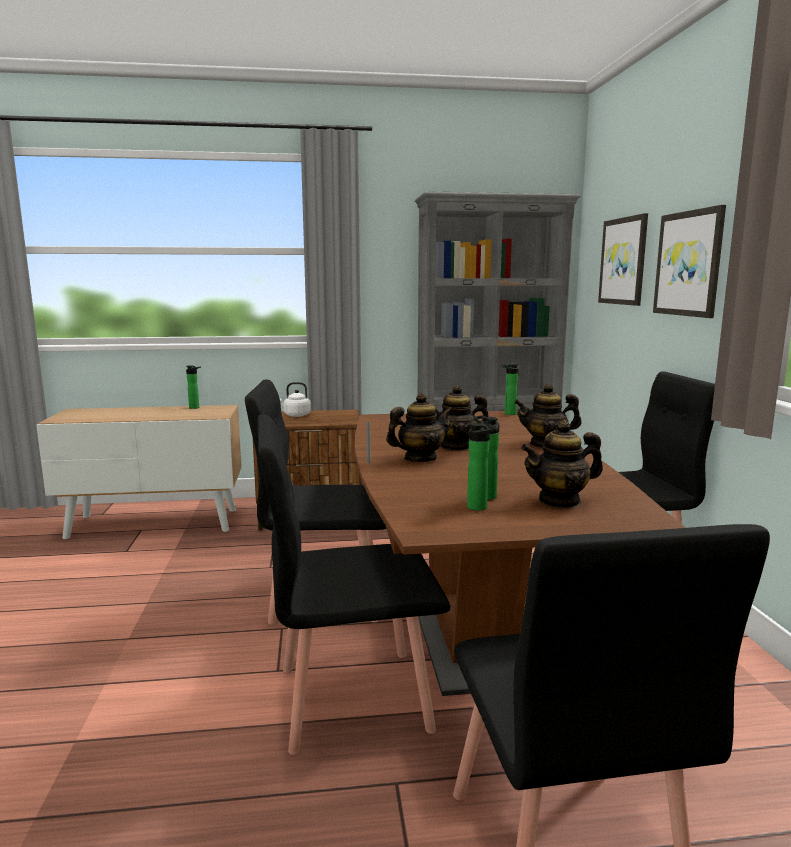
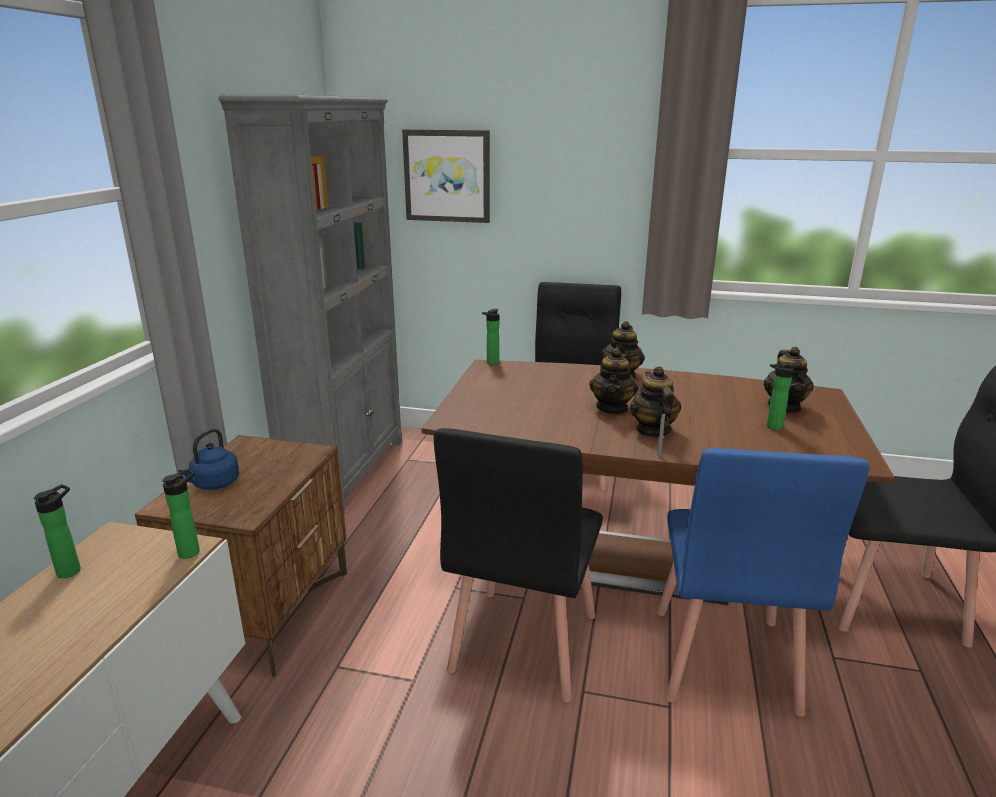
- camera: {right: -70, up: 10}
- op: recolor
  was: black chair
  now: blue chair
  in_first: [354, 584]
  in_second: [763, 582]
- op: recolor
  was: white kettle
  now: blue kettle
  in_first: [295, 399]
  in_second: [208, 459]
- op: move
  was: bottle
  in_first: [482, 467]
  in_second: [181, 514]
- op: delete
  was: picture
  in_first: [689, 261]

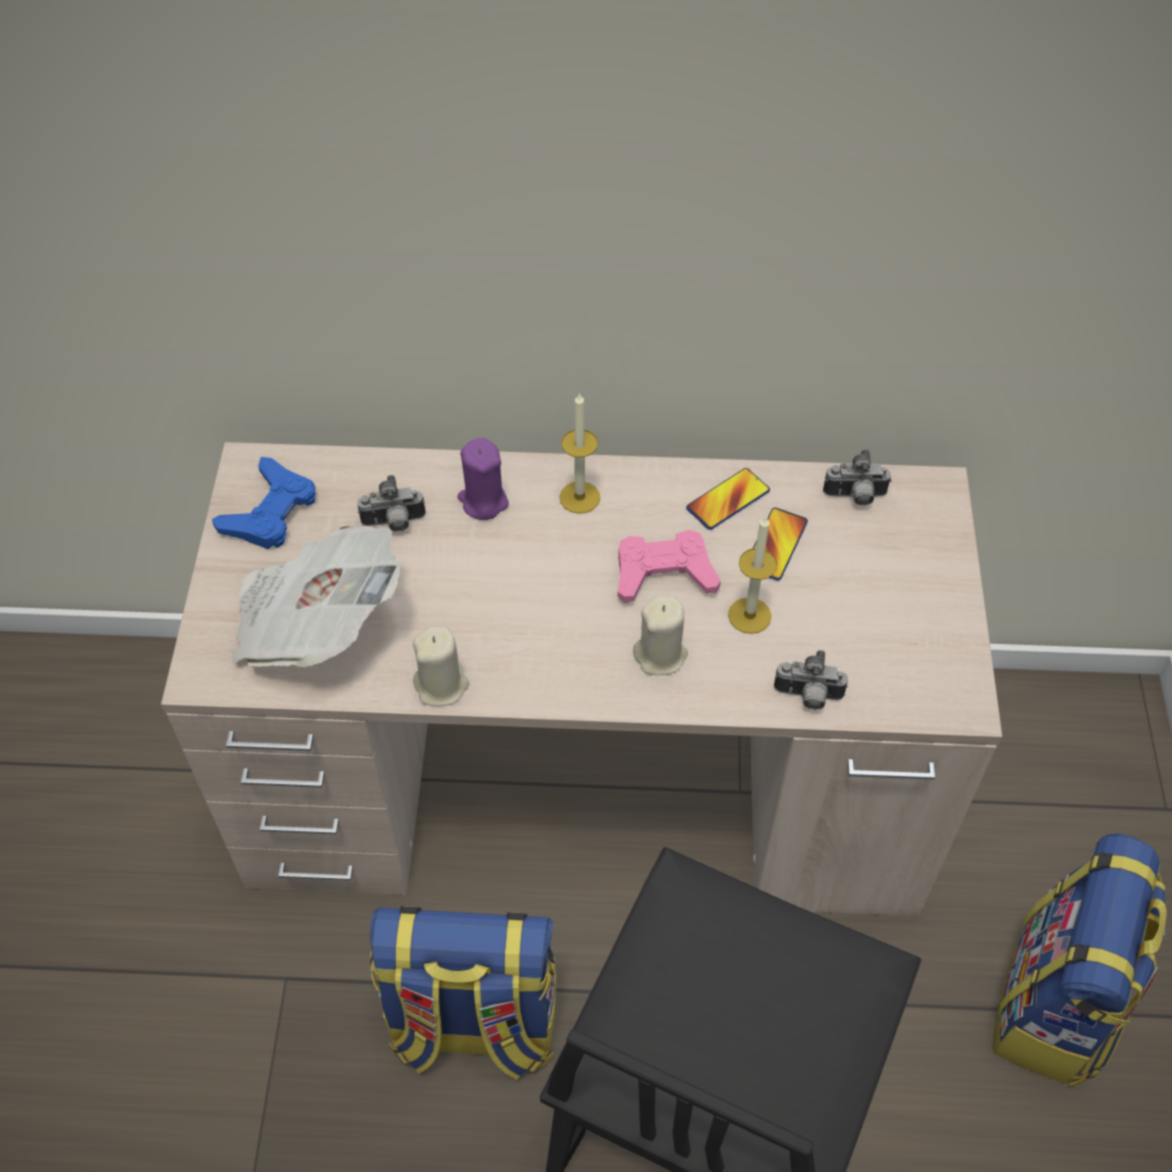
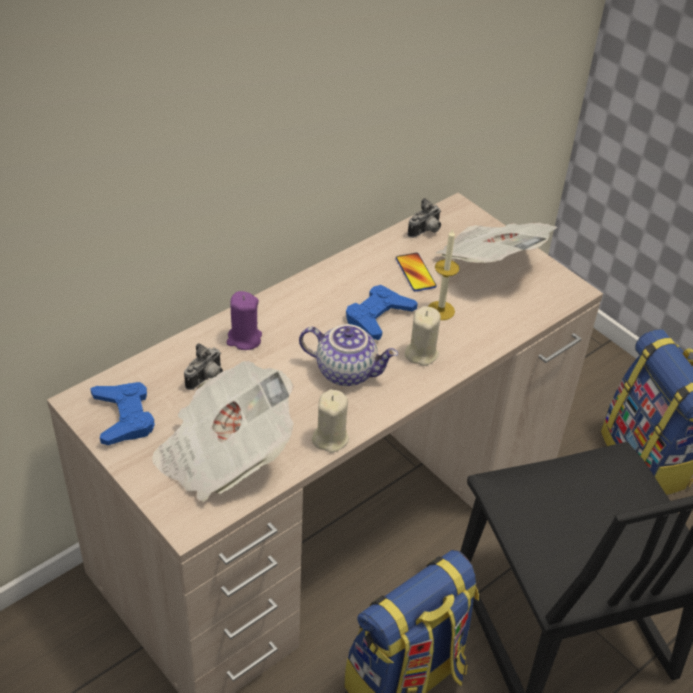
- camera: {right: -45, up: -10}
- op: delete
  was: candle
  in_first: [580, 453]
- op: recolor
  was: pink game controller
  now: blue game controller
  in_first: [669, 566]
  in_second: [382, 312]
- op: delete
  was: phone
  in_first: [728, 499]
- op: delete
  was: photo camera
  in_first: [811, 680]
- op: insert
  now: teapot
  in_second: [348, 355]
- op: insert
  now: newspaper
  in_second: [496, 242]

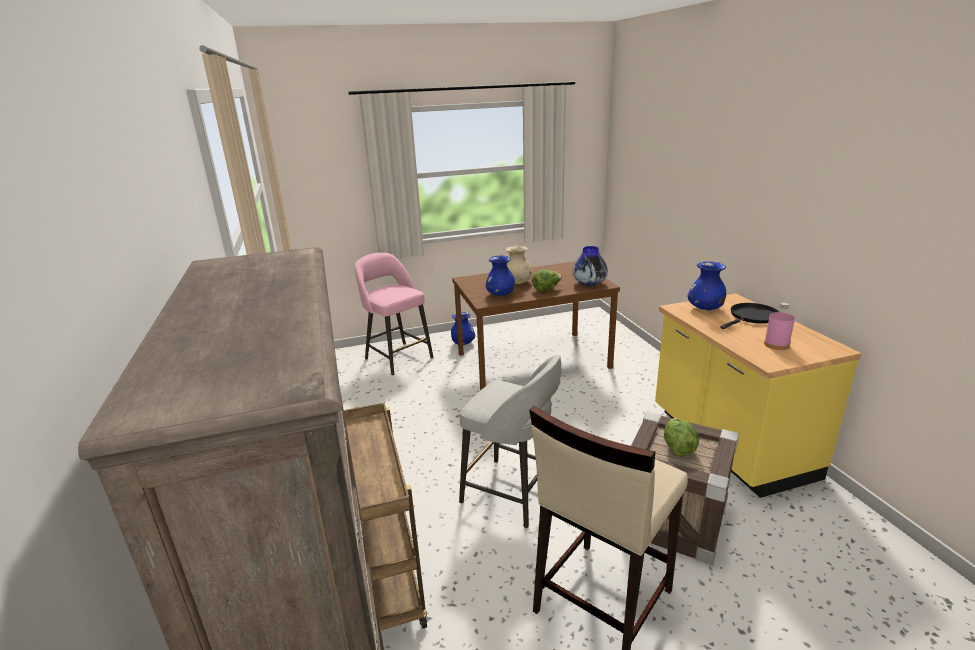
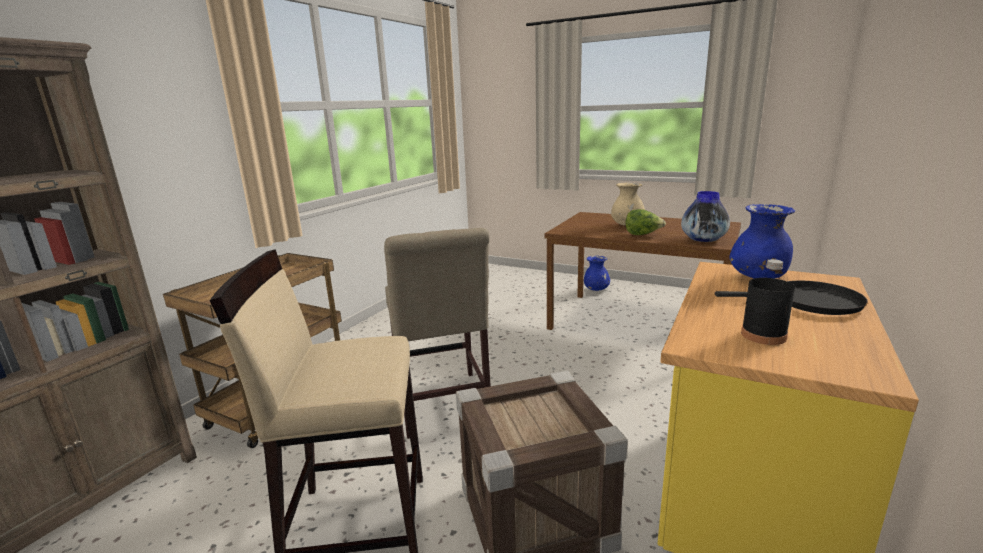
- camera: {right: 45, up: -5}
- op: delete
  was: pink stool
  in_first: [394, 314]
- op: replace
  was: grey stool
  now: beige chair
  in_first: [510, 441]
  in_second: [437, 333]
- op: delete
  was: blue vase
  in_first: [500, 275]
- op: delete
  was: lettuce
  in_first: [681, 437]
- op: recolor
  was: pink bottle
  now: black bottle
  in_first: [779, 326]
  in_second: [768, 302]

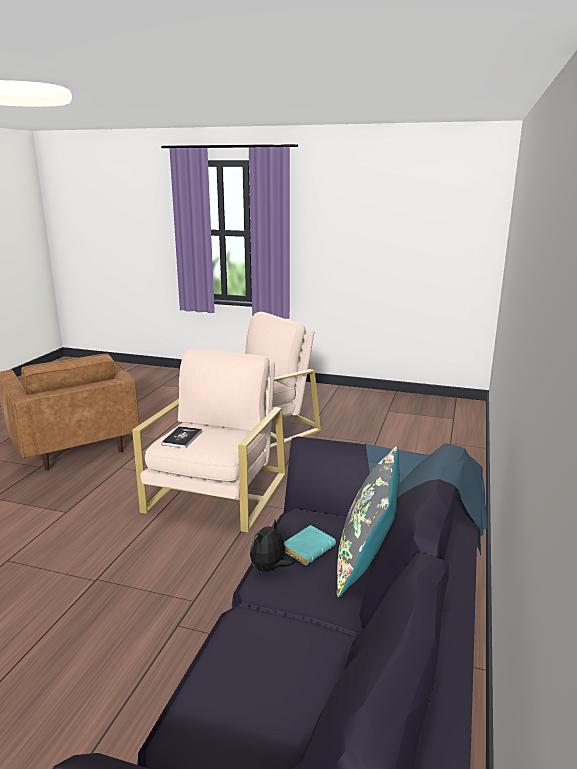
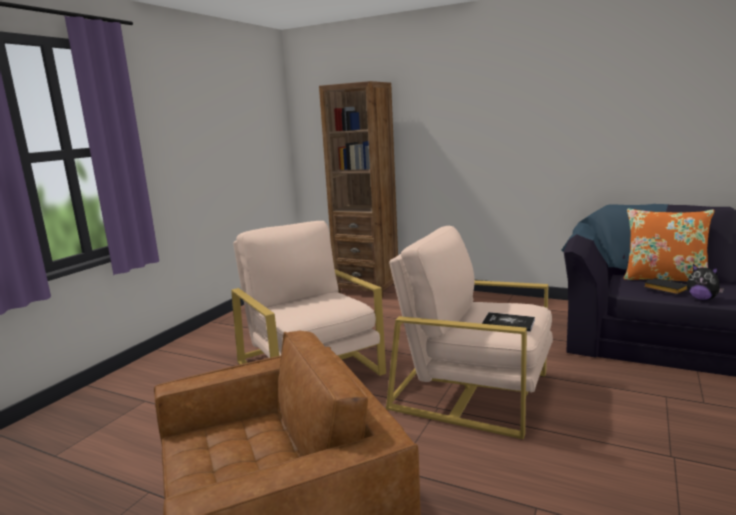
- camera: {right: -80, up: -5}
- op: recolor
  was: turquoise book
  now: black book
  in_first: [310, 545]
  in_second: [665, 286]
- op: recolor
  was: grey pillow
  now: orange pillow
  in_first: [368, 521]
  in_second: [669, 245]
- op: insert
  now: brown bookcase
  in_second: [358, 189]

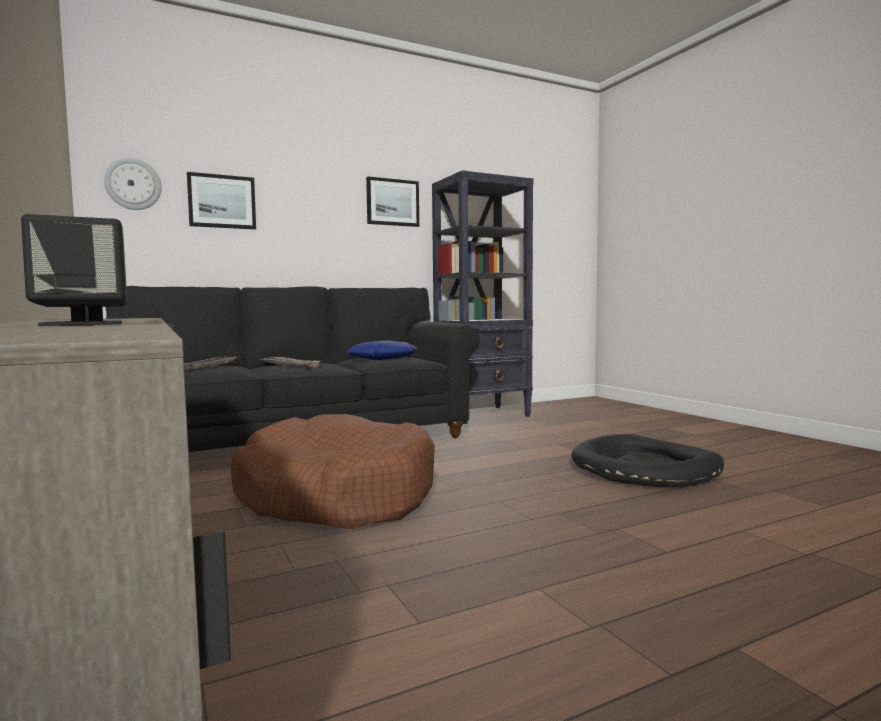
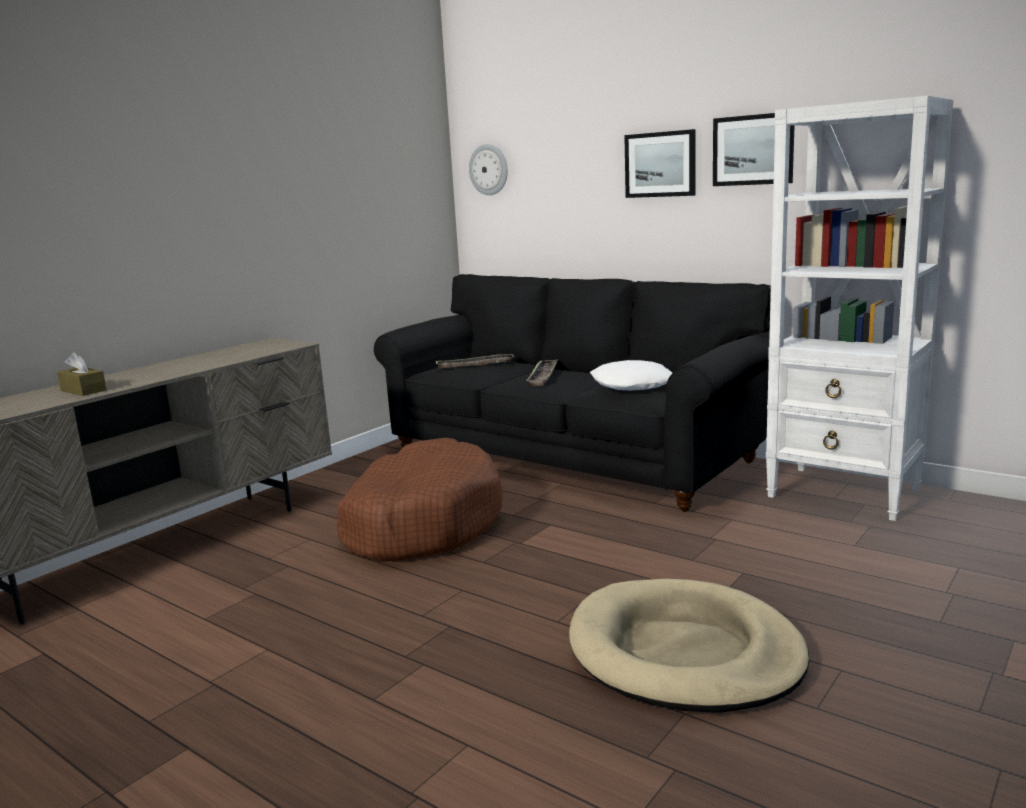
- camera: {right: 65, up: 10}
- op: replace
  was: black speaker
  now: brown tissue box
  in_first: [74, 270]
  in_second: [82, 374]
- op: move
  was: picture
  in_first: [221, 200]
  in_second: [660, 163]
- op: recolor
  was: blue pillow
  now: white pillow
  in_first: [382, 350]
  in_second: [631, 375]
- op: recolor
  was: black bookcase
  now: white bookcase
  in_first: [483, 297]
  in_second: [859, 308]
- op: recolor
  was: black dog bed
  now: beige dog bed
  in_first: [647, 460]
  in_second: [689, 646]

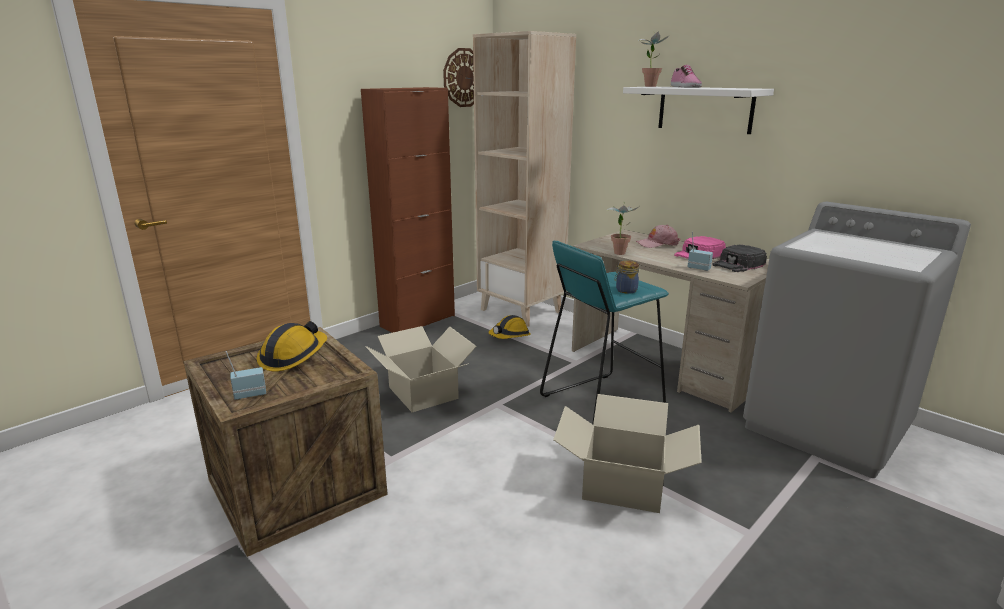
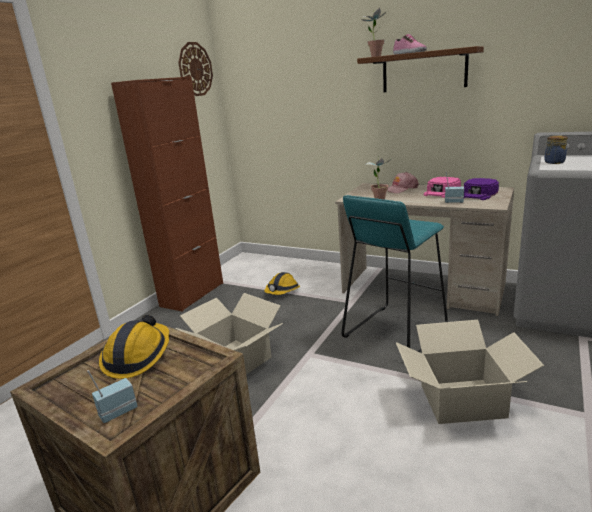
- camera: {right: -15, up: 0}
- op: delete
  was: beige bookcase
  in_first: [524, 179]
- op: move
  was: jar
  in_first: [626, 277]
  in_second: [556, 149]
- op: recolor
  was: white shelf
  now: brown shelf
  in_first: [698, 110]
  in_second: [420, 69]
- op: recolor
  was: black cap
  now: purple cap
  in_first: [739, 258]
  in_second: [481, 189]

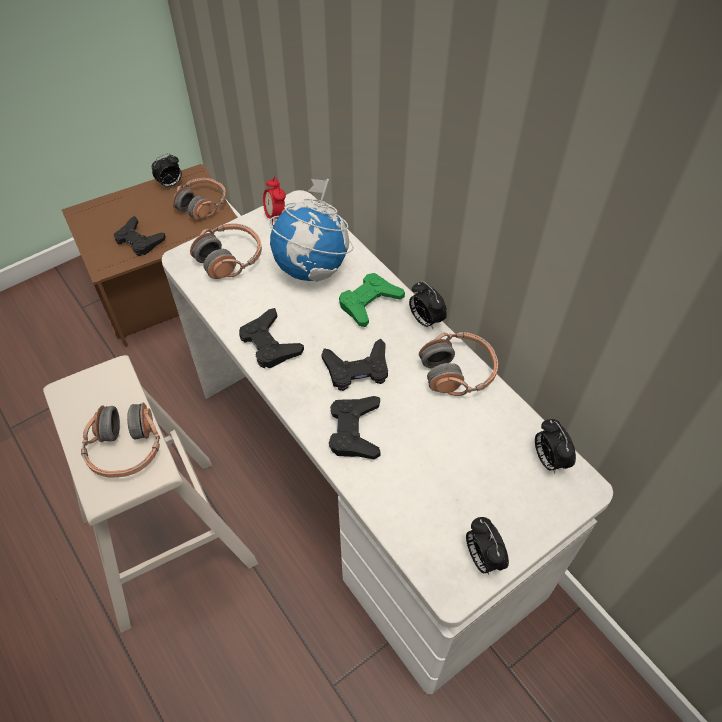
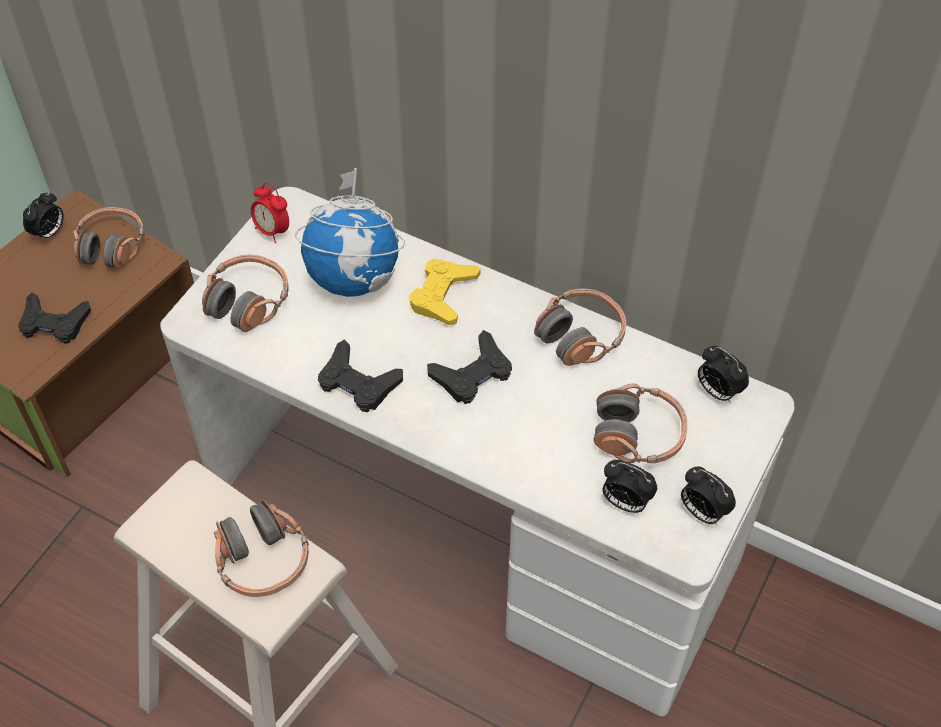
- camera: {right: -25, up: 0}
- op: delete
  was: black game controller
  in_first: [355, 427]
- op: recolor
  was: green game controller
  now: yellow game controller
  in_first: [372, 300]
  in_second: [445, 291]
- op: move
  was: alarm clock
  in_first: [428, 305]
  in_second: [630, 486]
- op: insert
  now: headphones
  in_second: [640, 423]

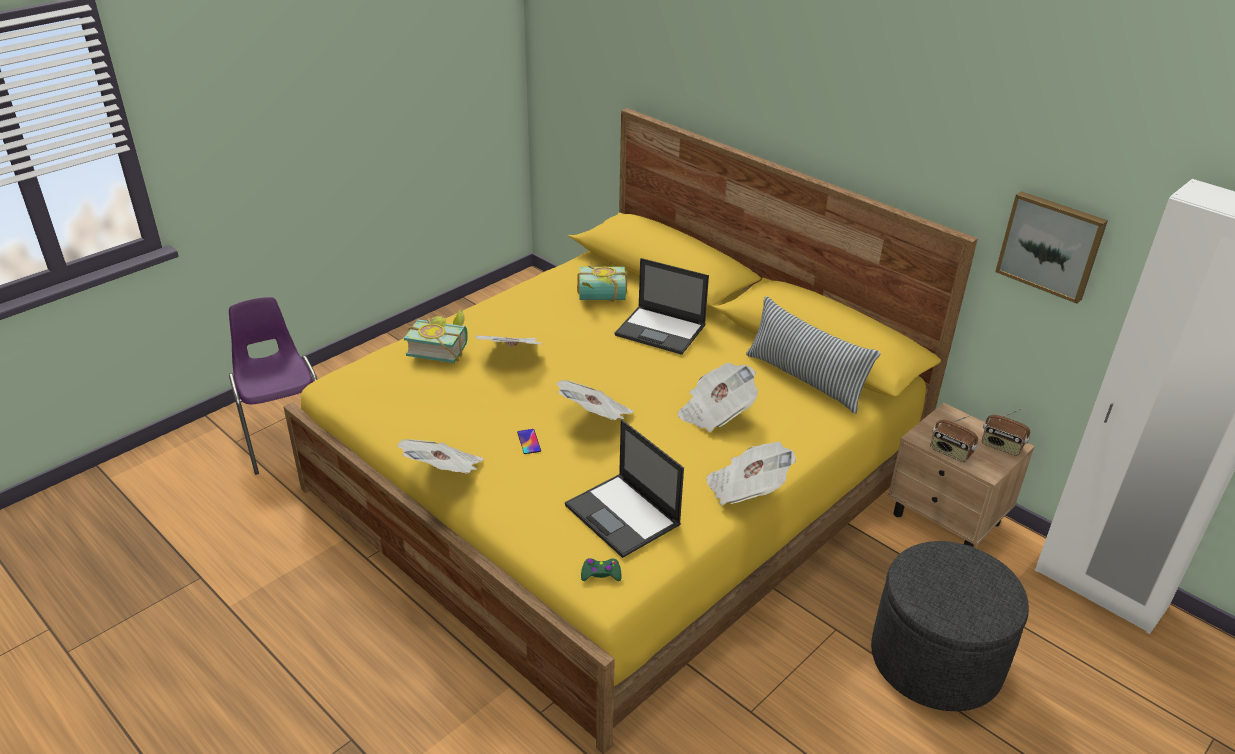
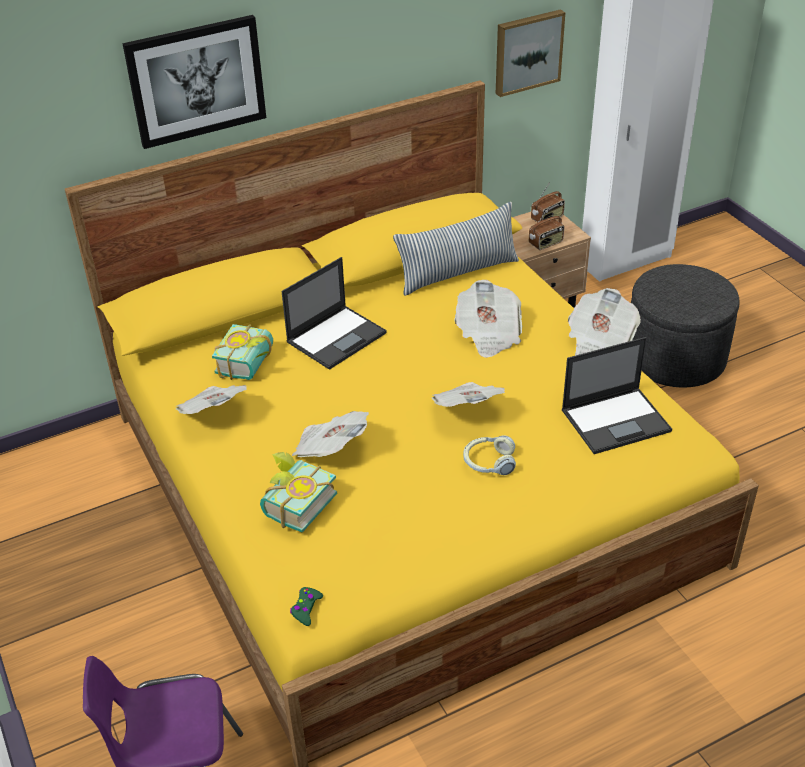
- camera: {right: -70, up: 5}
- op: move
  was: newspaper
  in_first: [440, 456]
  in_second: [211, 399]
- op: replace
  was: phone
  now: headphones
  in_first: [529, 441]
  in_second: [489, 455]
- op: move
  was: green game controller
  in_first: [601, 569]
  in_second: [306, 606]
- op: insert
  now: picture
  in_second: [194, 82]

